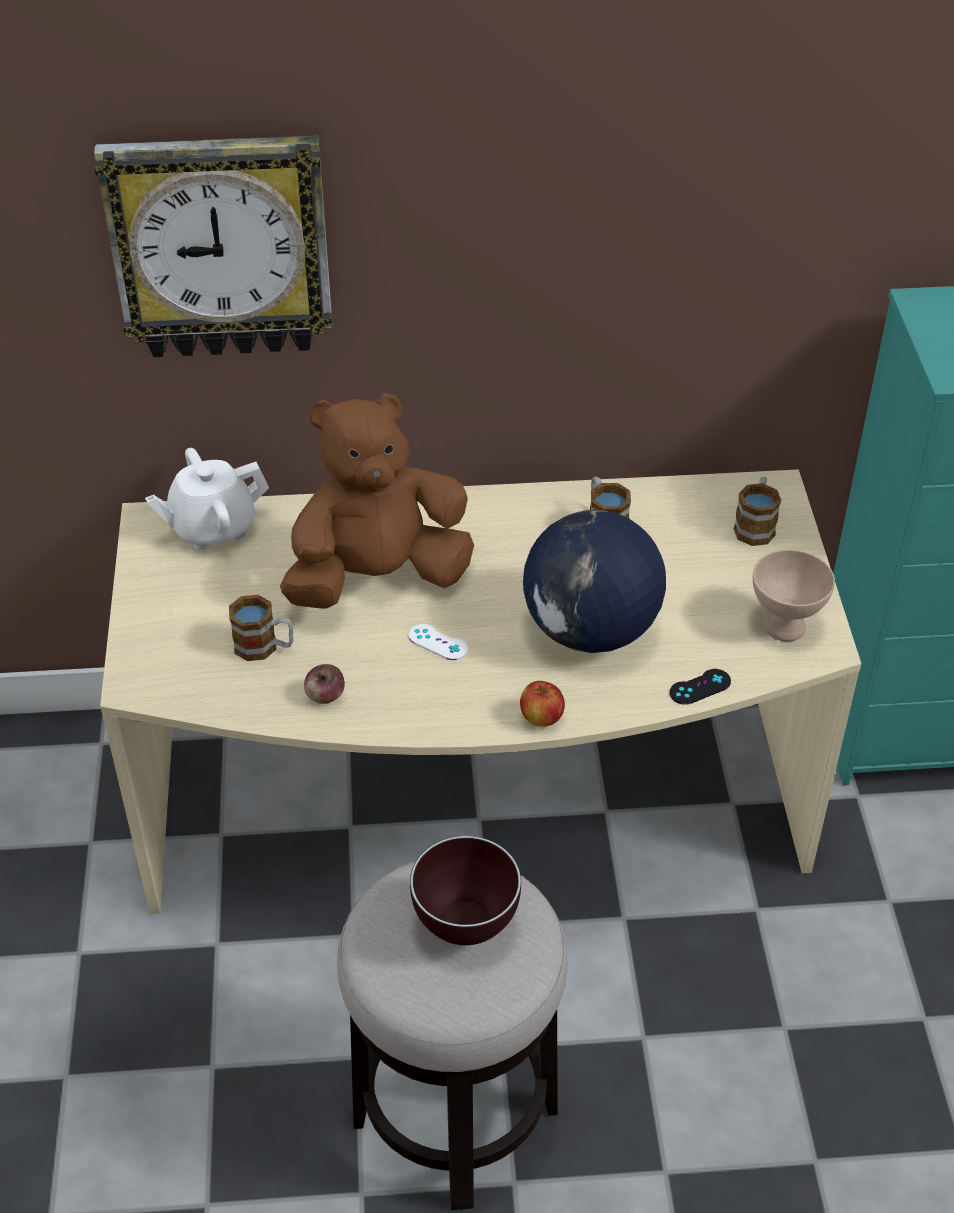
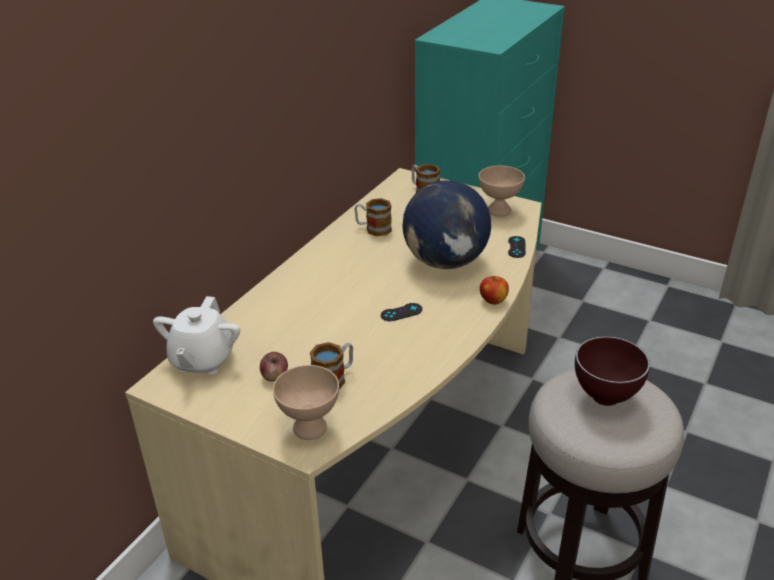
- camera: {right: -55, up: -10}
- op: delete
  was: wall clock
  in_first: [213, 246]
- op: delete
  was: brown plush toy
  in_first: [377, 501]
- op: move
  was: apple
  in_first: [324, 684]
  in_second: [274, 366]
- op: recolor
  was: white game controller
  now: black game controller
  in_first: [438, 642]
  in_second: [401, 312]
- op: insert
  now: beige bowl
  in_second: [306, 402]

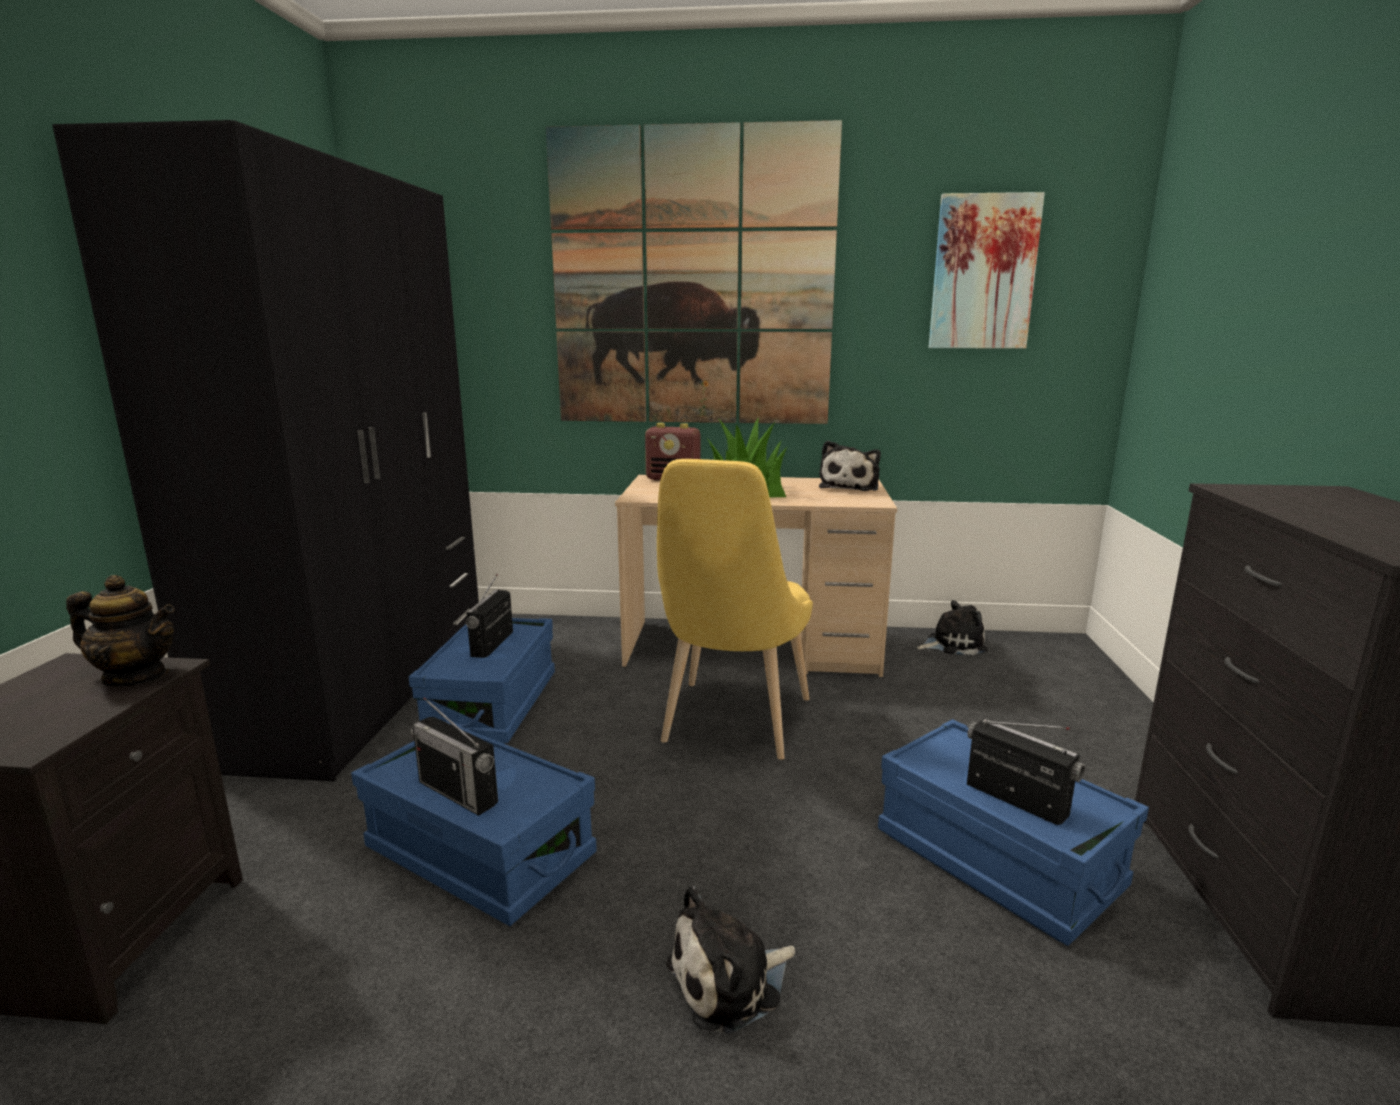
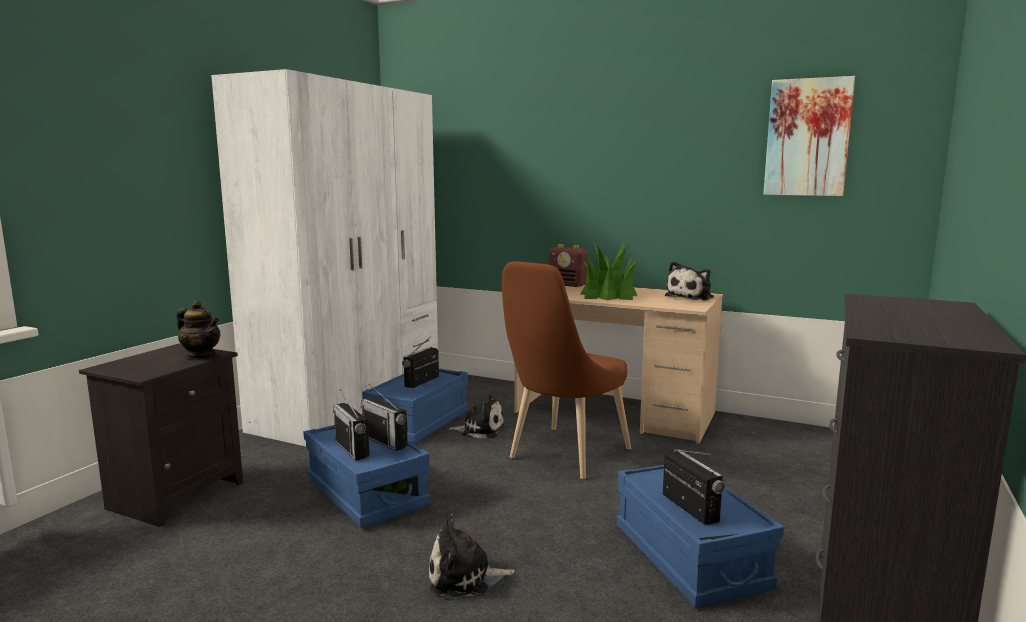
- camera: {right: 20, up: -5}
- op: recolor
  was: black wardrobe
  now: white wardrobe
  in_first: [265, 451]
  in_second: [324, 257]
- op: delete
  was: picture
  in_first: [694, 272]
- op: recolor
  was: yellow chair
  now: brown chair
  in_first: [735, 609]
  in_second: [566, 370]
- op: move
  was: plush toy
  in_first: [952, 627]
  in_second: [476, 417]
- op: insert
  now: radio
  in_second: [384, 417]

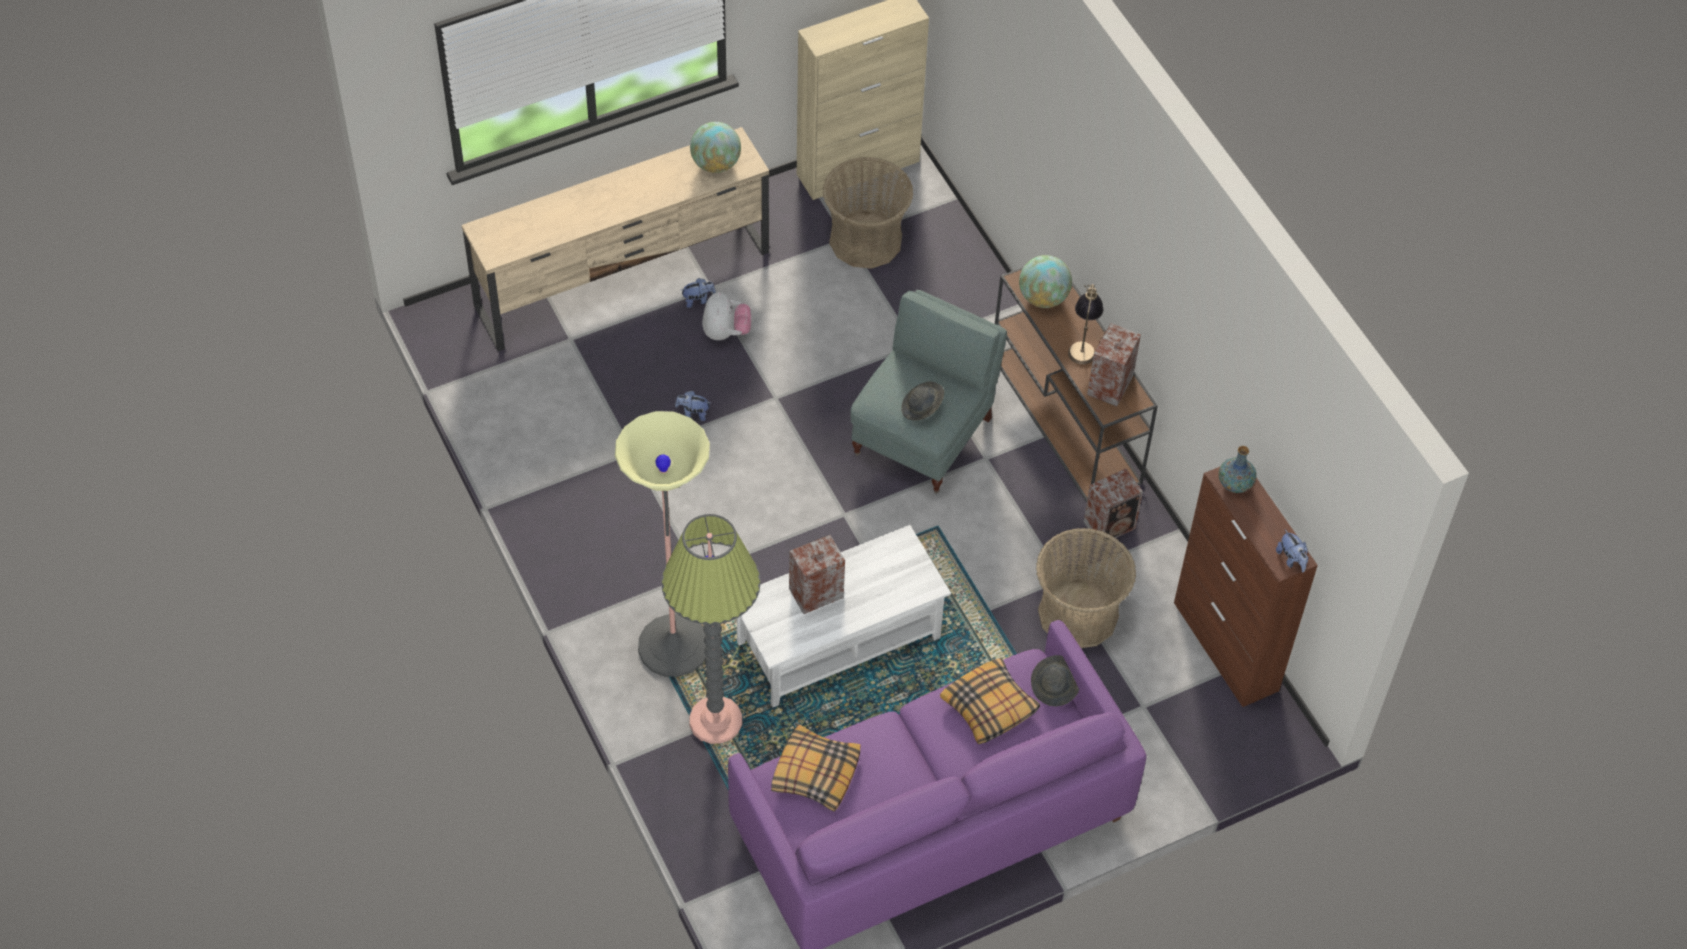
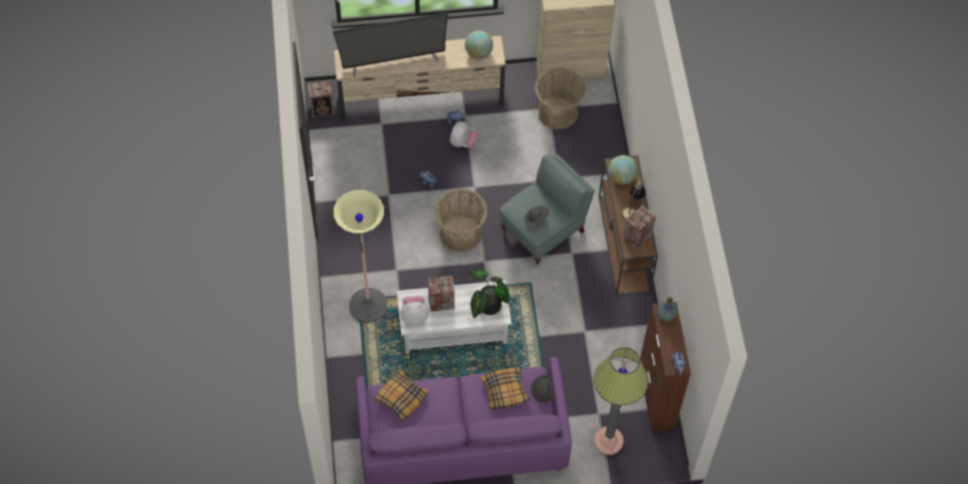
- camera: {right: 20, up: 5}
- op: move
  was: floor lamp
  in_first: [711, 629]
  in_second: [621, 401]
- op: move
  was: basket
  in_first: [1086, 588]
  in_second: [461, 220]
- op: move
  was: speaker
  in_first: [1113, 505]
  in_second: [321, 99]
- op: insert
  now: television
  in_second: [390, 44]
- op: insert
  now: plush toy
  in_second: [415, 310]
- op: insert
  now: potted plant
  in_second: [489, 293]

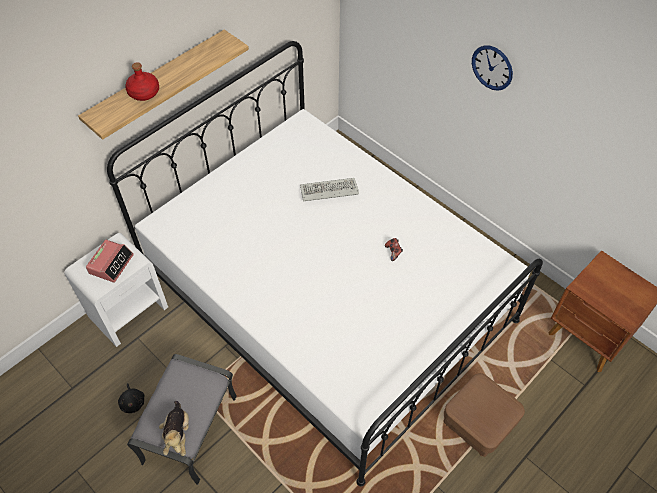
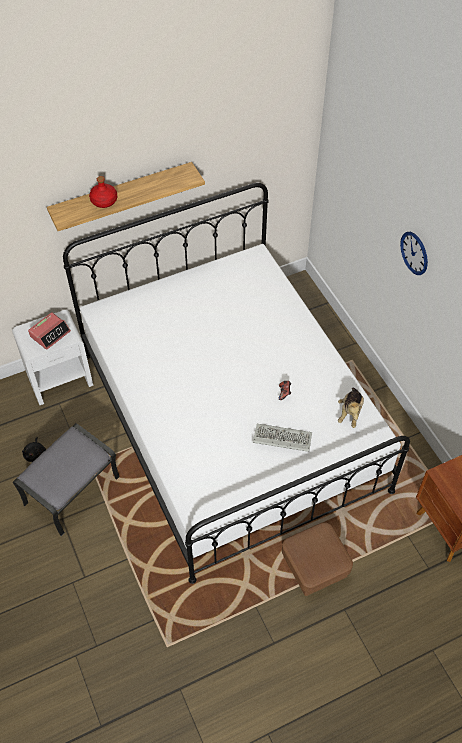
- camera: {right: 20, up: 0}
- op: move
  was: plush toy
  in_first: [174, 428]
  in_second: [351, 408]
- op: move
  was: keyboard
  in_first: [329, 189]
  in_second: [282, 438]

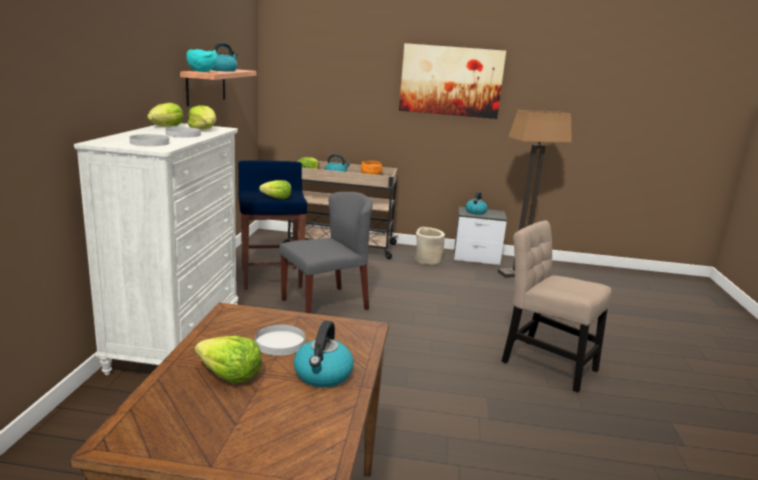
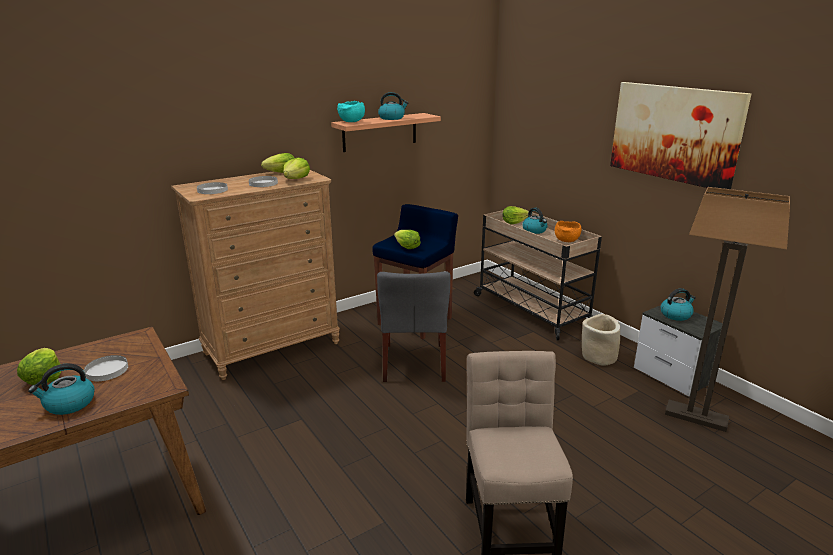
- camera: {right: 50, up: 5}
- op: recolor
  was: white dresser
  now: brown dresser
  in_first: [156, 249]
  in_second: [255, 275]
- op: rotate
  was: grey chair
  in_first: [326, 253]
  in_second: [414, 326]
  clockwise: 75

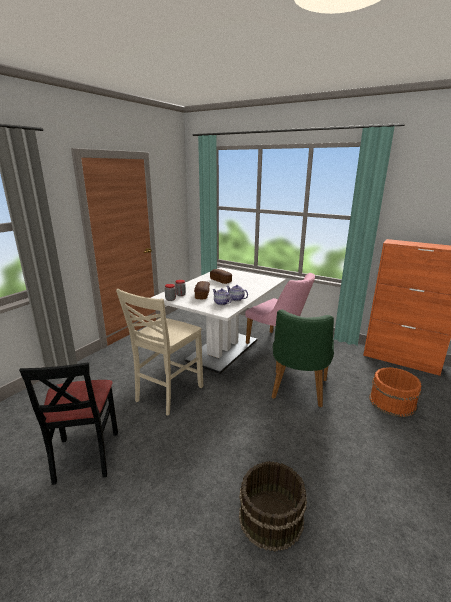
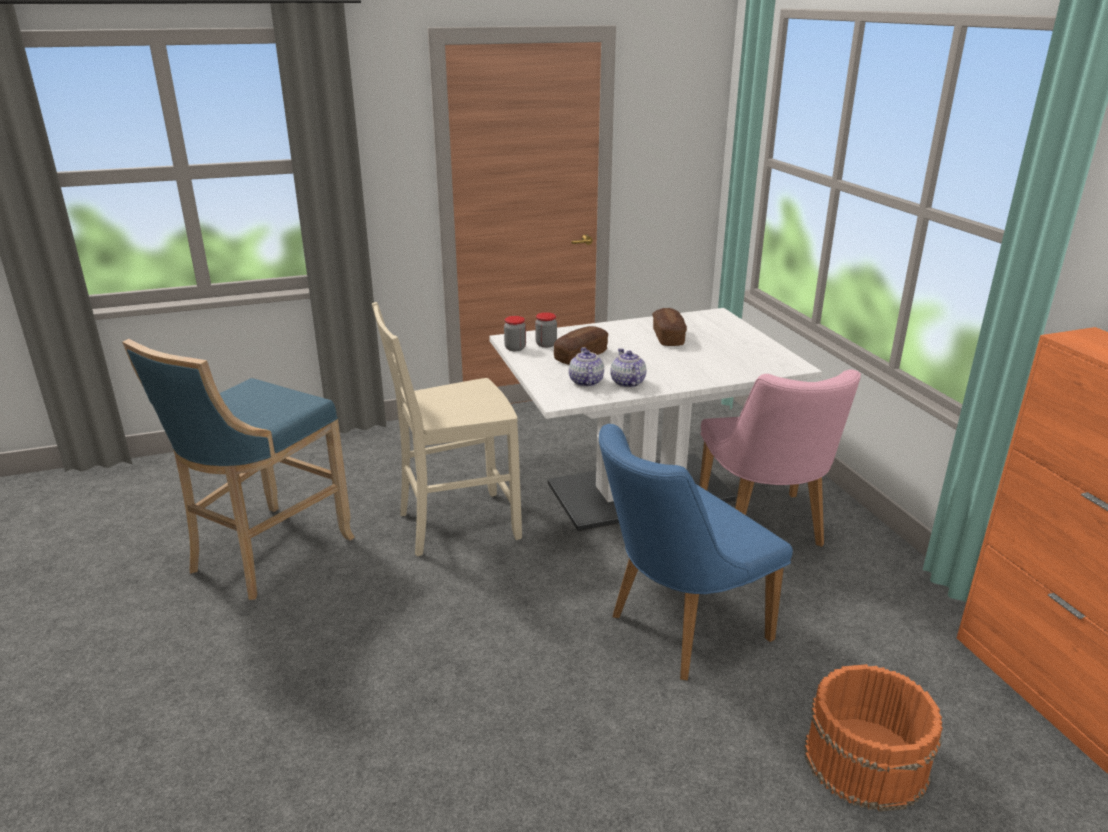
- camera: {right: 40, up: 5}
- op: replace
  was: black chair
  now: blue stool
  in_first: [68, 423]
  in_second: [238, 469]
- op: delete
  was: brown bucket
  in_first: [273, 506]
- op: recolor
  was: green chair
  now: blue chair
  in_first: [303, 359]
  in_second: [696, 552]

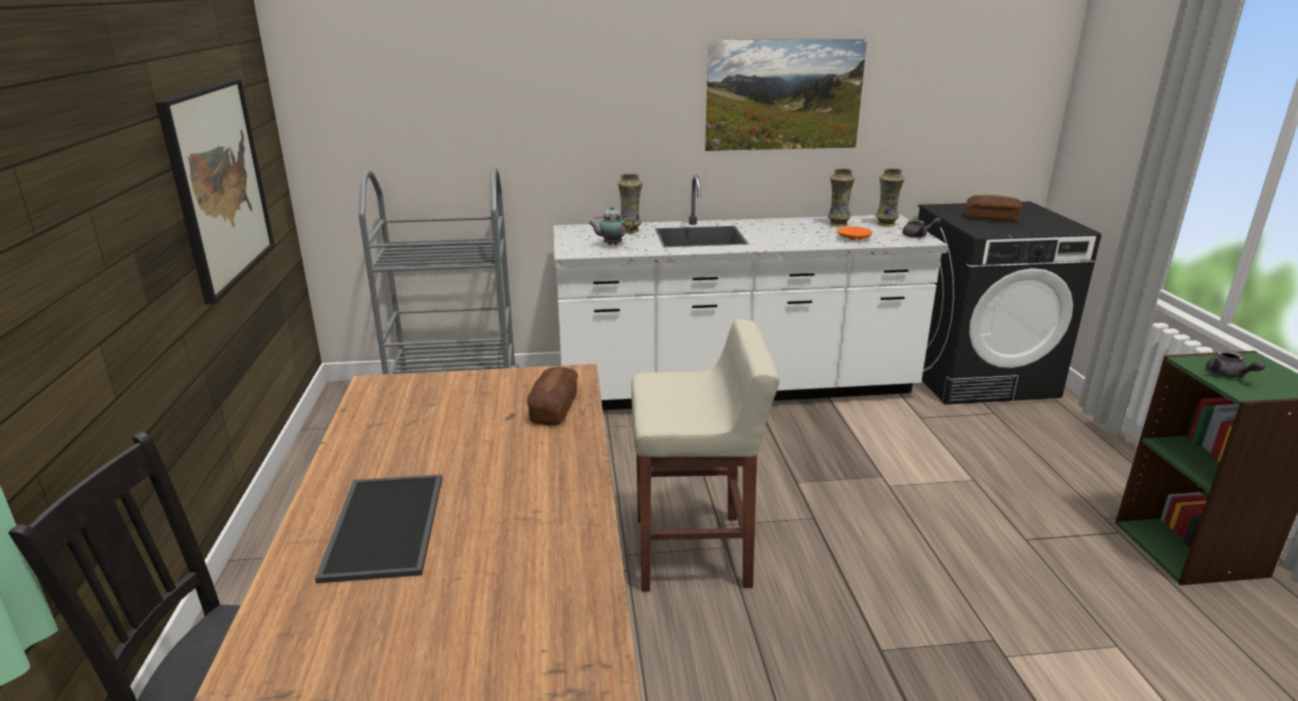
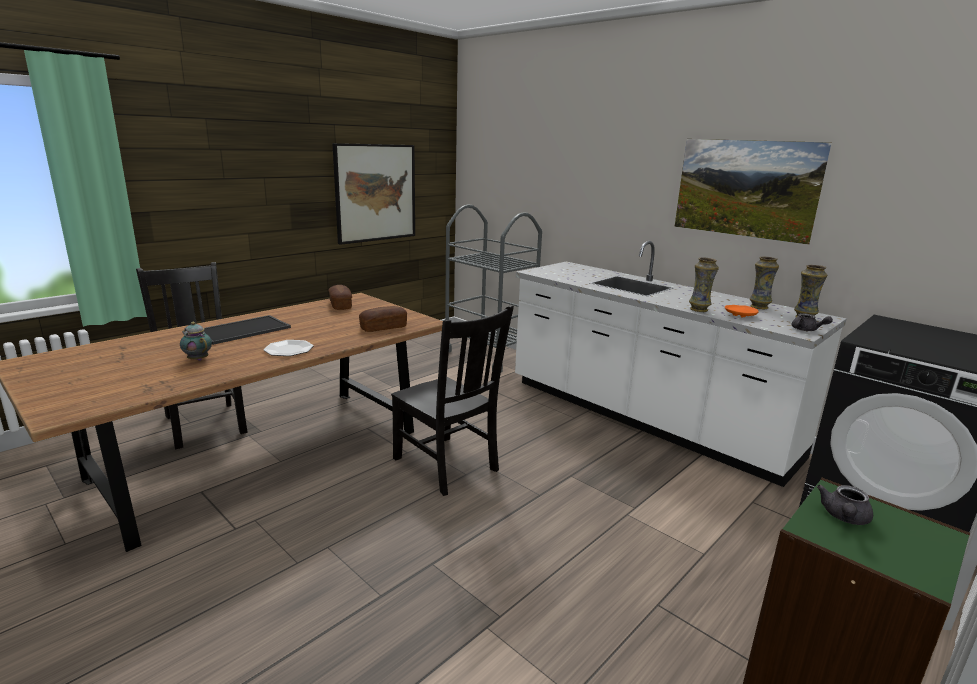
- camera: {right: 50, up: -5}
- op: move
  was: teapot
  in_first: [611, 225]
  in_second: [196, 341]
- op: move
  was: vase
  in_first: [630, 203]
  in_second: [704, 284]
- op: replace
  was: beige stool
  now: black chair
  in_first: [705, 455]
  in_second: [452, 400]
- op: move
  was: bread
  in_first: [994, 208]
  in_second: [340, 297]
- op: insert
  now: plate
  in_second: [288, 348]

